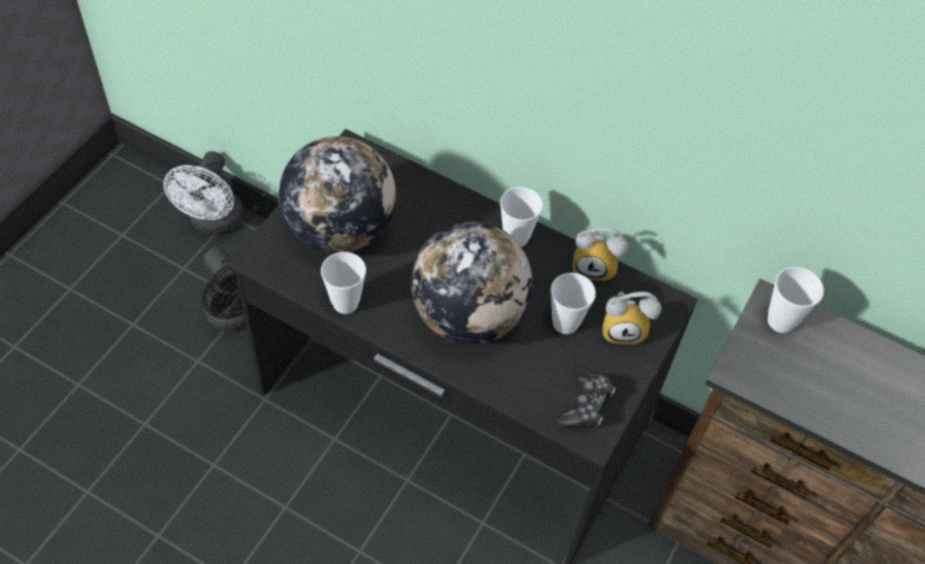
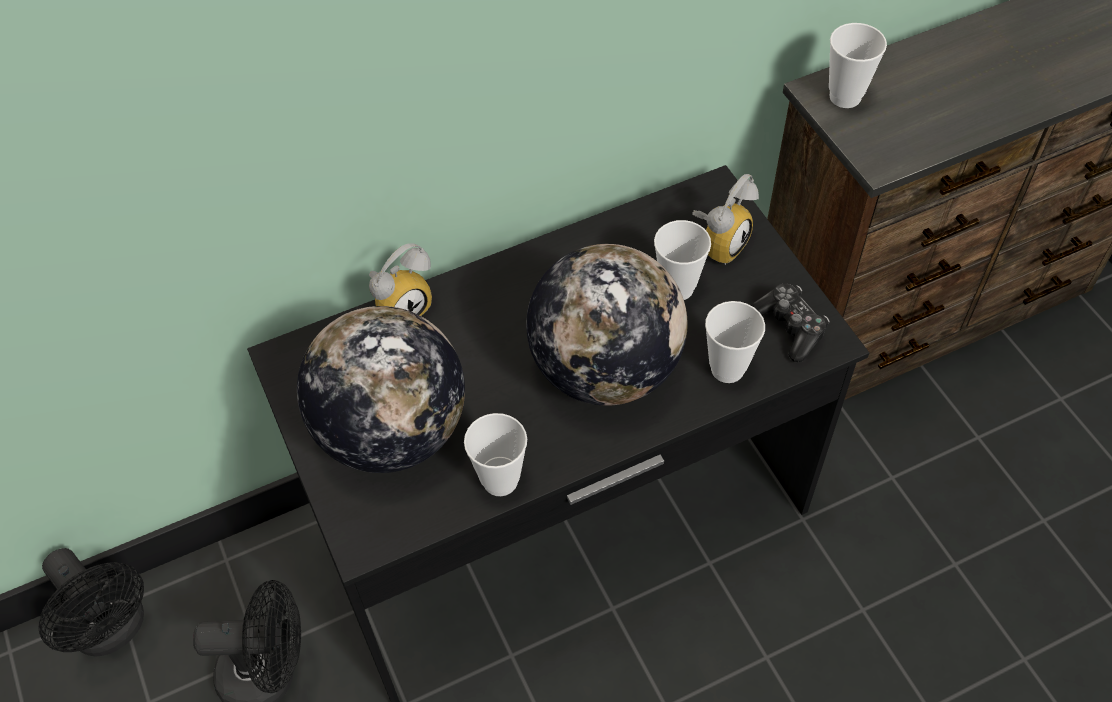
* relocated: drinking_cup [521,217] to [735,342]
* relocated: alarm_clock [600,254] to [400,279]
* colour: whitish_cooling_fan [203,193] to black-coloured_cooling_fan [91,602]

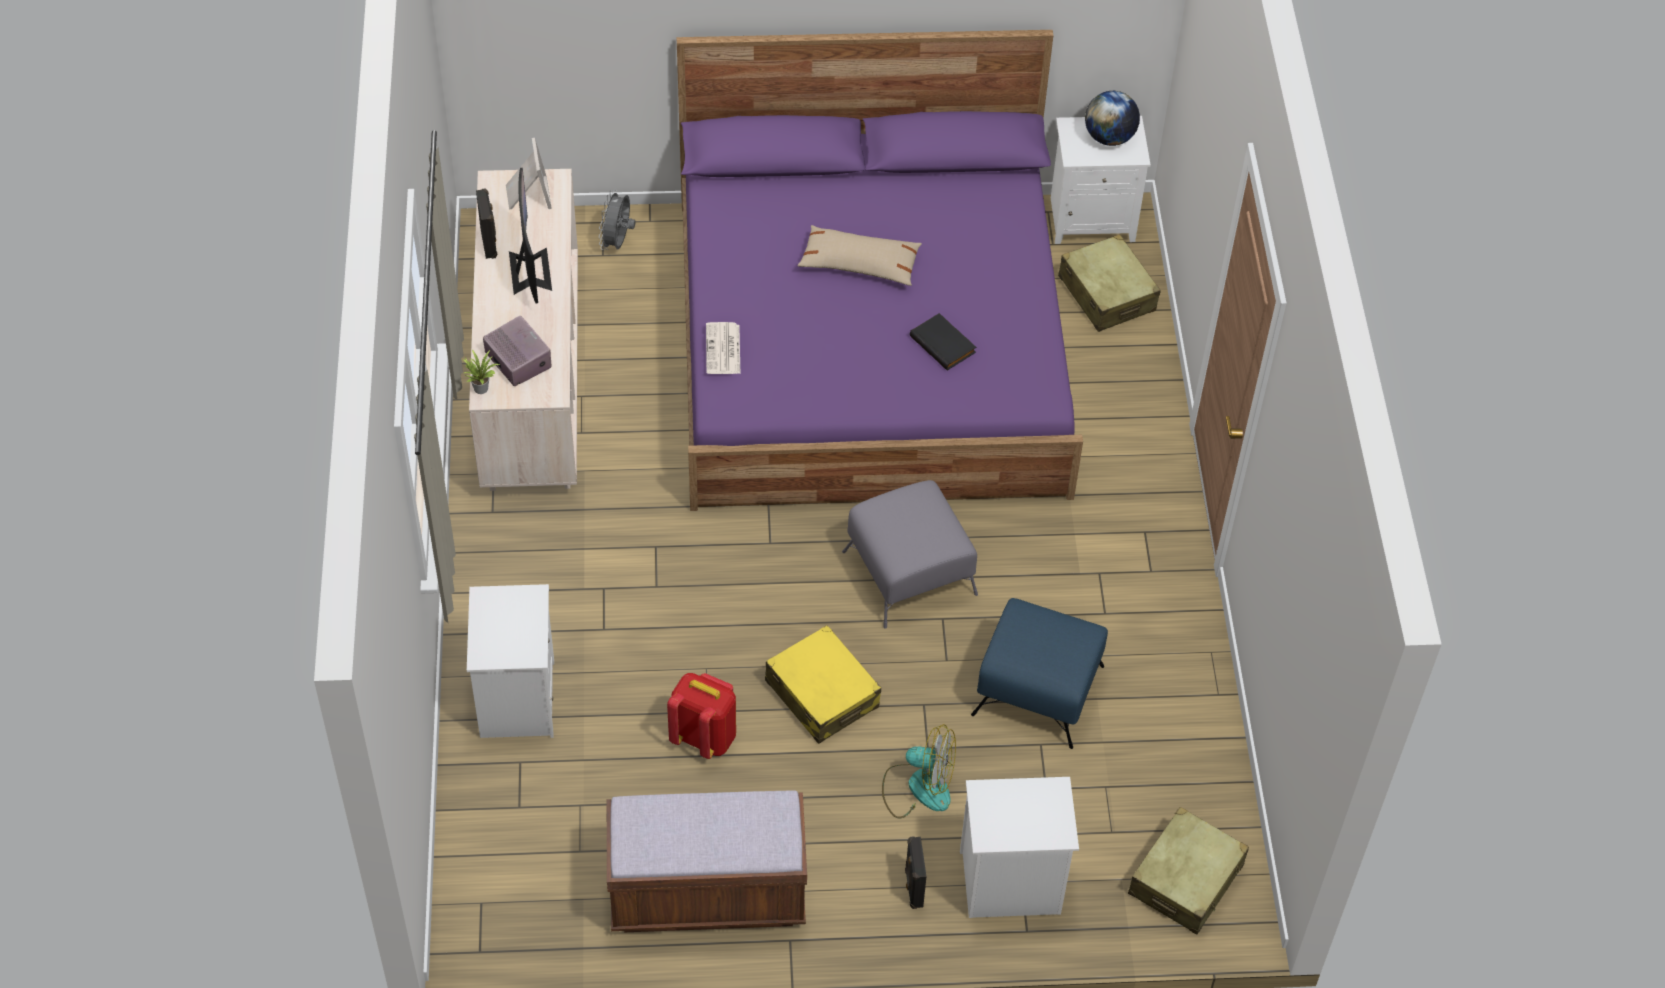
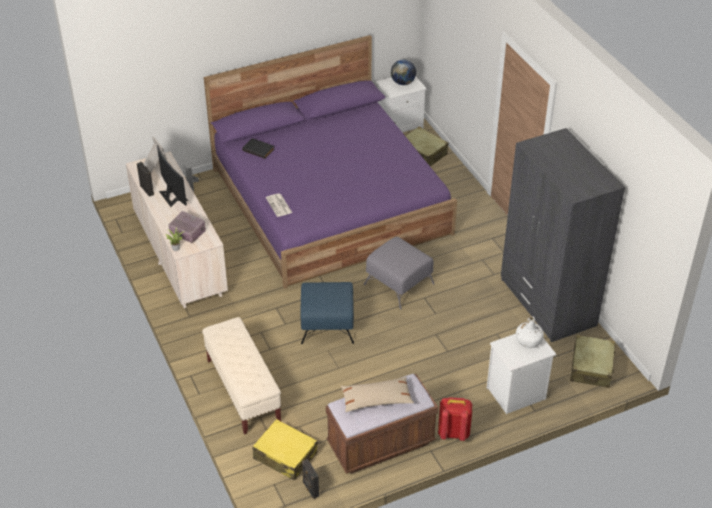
* missing: cooling_fan [919,771]
* appeared: grey_armoire [563,235]
* appeared: whitish_bottle [530,332]
* relocated: reddish_backpack [701,716] to [455,419]
* relocated: yellow-coloured_piece_of_luggage [823,684] to [285,450]
* relocated: sand-coloured_cushion [859,255] to [377,394]
* relocated: black-coloured_loudspeaker [916,872] to [310,479]
* relocated: black-coloured_bound_book [943,342] to [258,148]
* relocated: bluish_pouffe [1039,673] to [327,313]
* exchanged: whitish_night_table [510,661] to sand-coloured_bench [241,376]

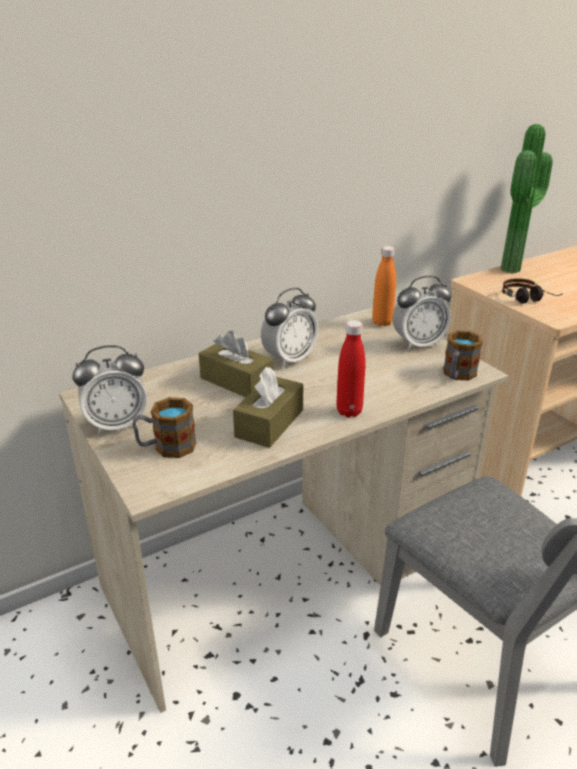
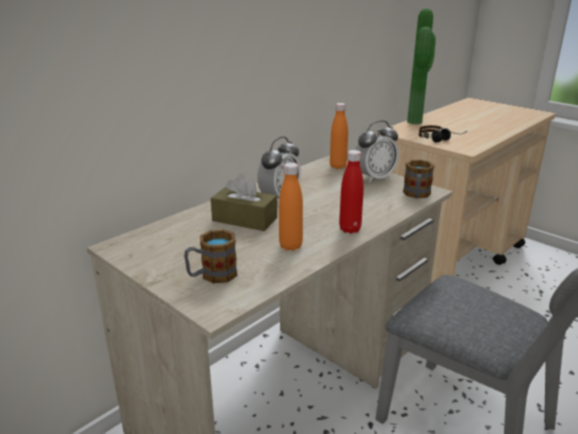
* missing: alarm_clock [109,390]
* exchanged: brownish_box_of_tissues [268,407] to orangey_bottle [291,207]

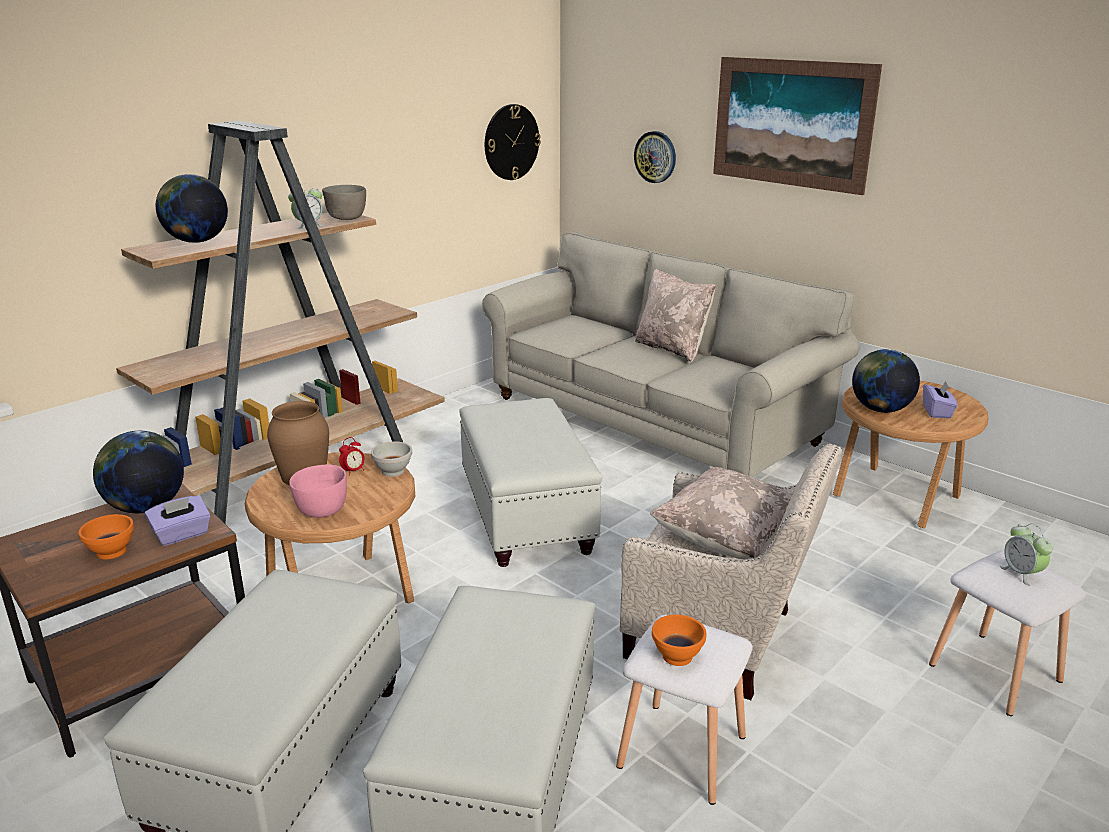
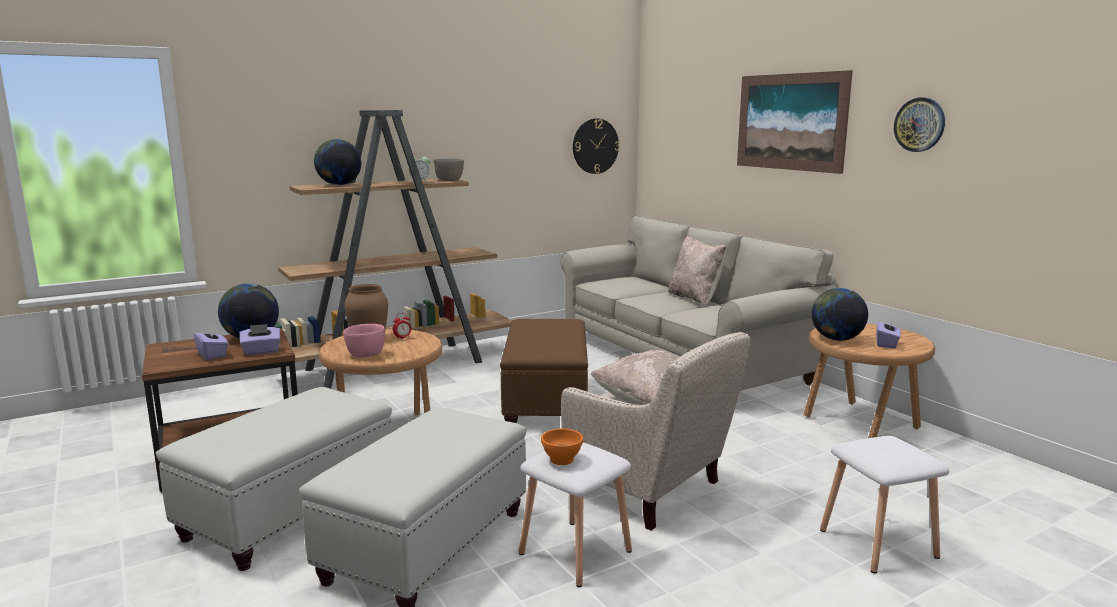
* missing: whitish_serving_bowl [391,459]
* missing: alarm_clock [1026,555]
* relocated: hanging_clock [655,157] to [919,125]
* exchanged: orangey_serving_bowl [106,536] to purple-coloured_box_of_tissues [210,342]
* colour: whitish_pouffe [530,482] to brownish_pouffe [544,371]

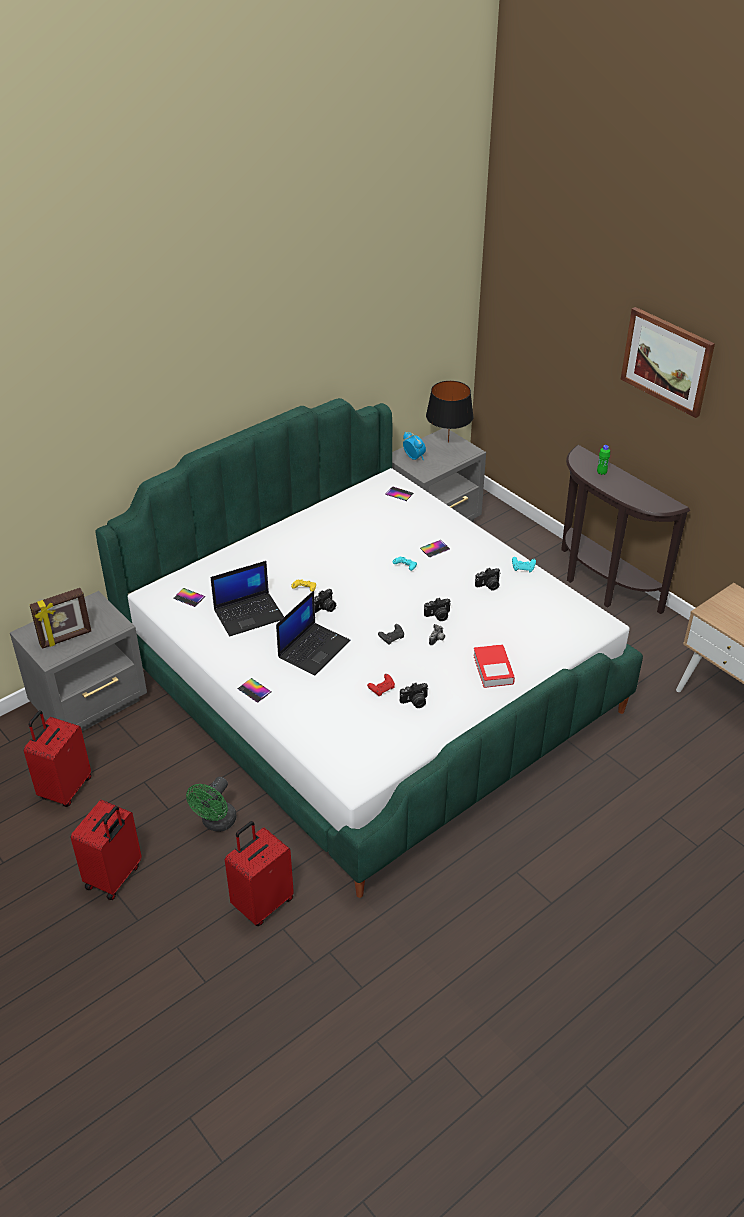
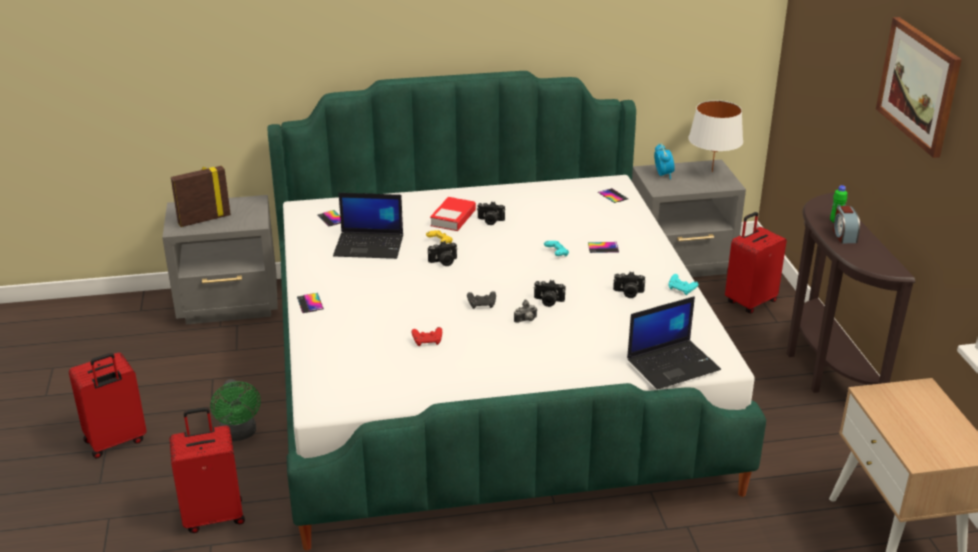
* appeared: alarm_clock [846,225]
* relocated: reddish_piece_of_luggage [57,759] to [756,263]
* relocated: laptop [313,633] to [674,343]
* relocated: photo_camera [414,695] to [491,213]
* relocated: bound_book [494,666] to [453,214]
* colour: black-coloured_lamp_for_a_table [450,412] to whitish_lamp_for_a_table [715,136]
* spun: photo_frame [60,618] = [201,196] 150 degrees clockwise
* spun: green_cooling_fan [211,804] = [235,410] 75 degrees counterclockwise

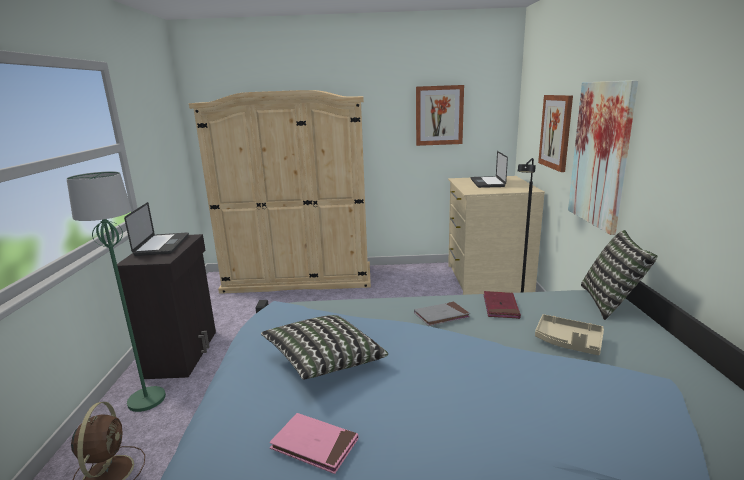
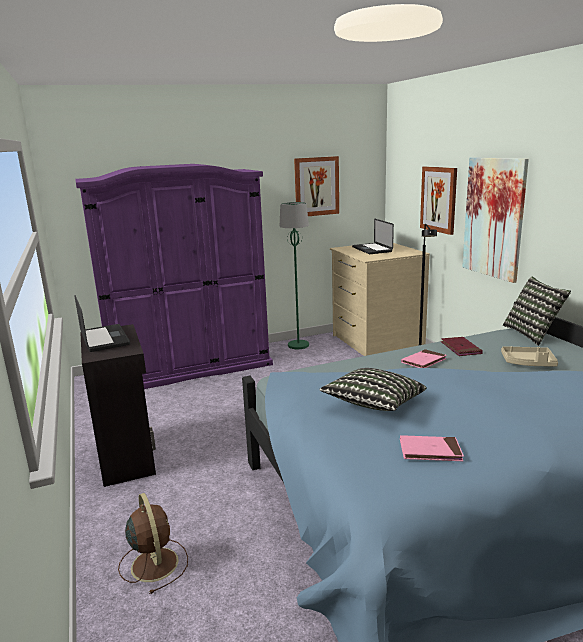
* relocated: green_standing_lamp [116,291] to [294,275]
* colour: sand-coloured_armoire [280,192] to purple-coloured_armoire [174,276]
* colour: grey_bound_book [442,313] to pink-coloured_bound_book [424,358]

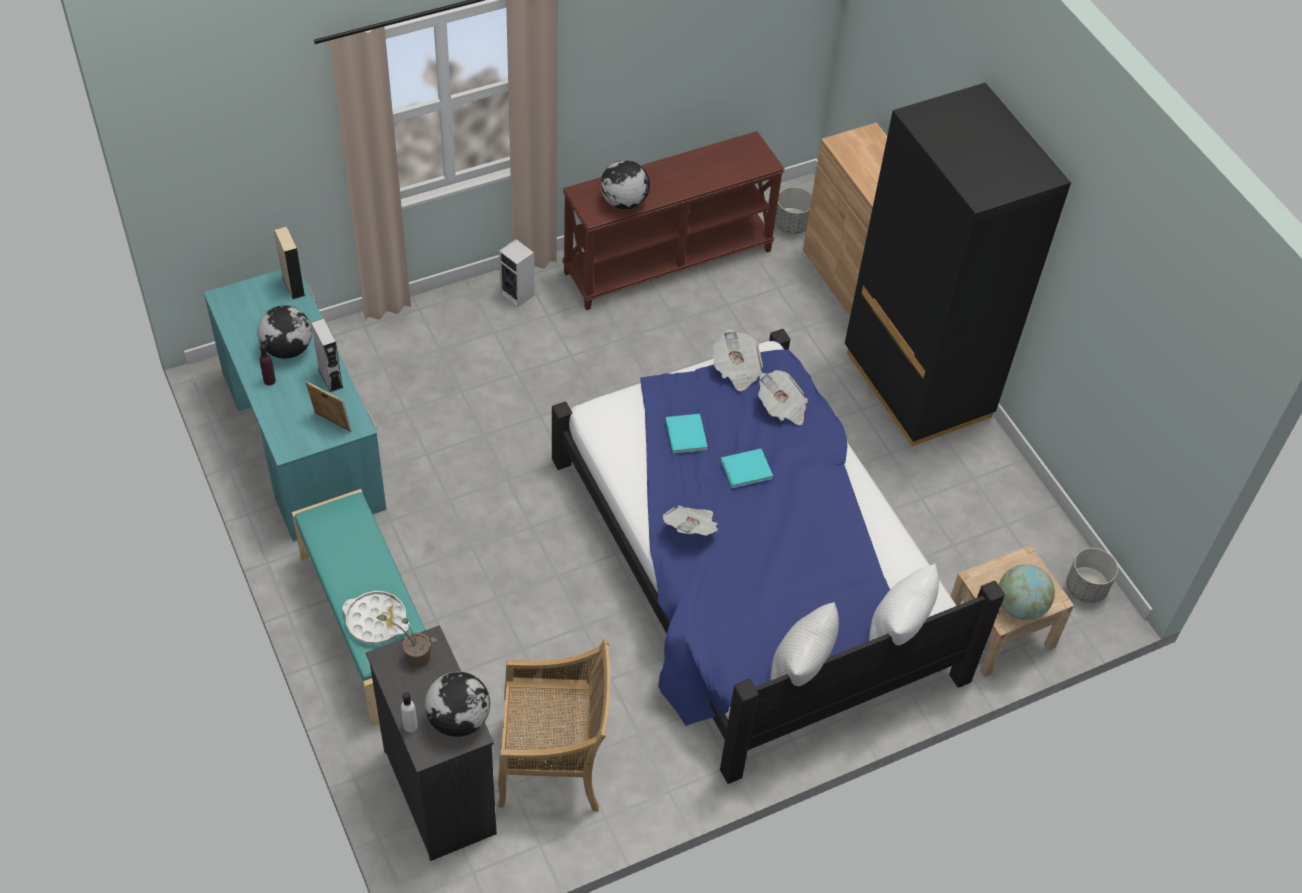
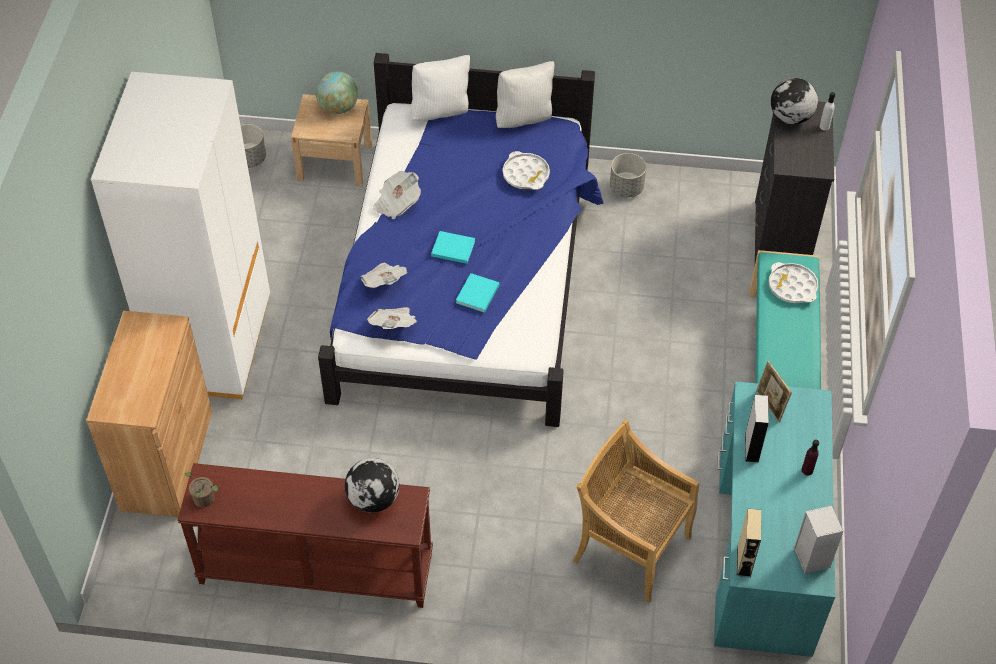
* missing: world_globe [284,332]
* appeared: whitish_serving_tray [526,170]
* relocated: houseplant [407,641] to [201,489]
* relocated: sand-coloured_plain_chair [554,724] to [636,511]
* relocated: loudspeaker [517,273] to [818,539]
* relocated: daily_paper [690,520] to [397,194]
* relocated: grey_flower_pot [793,210] to [628,175]
* colour: black-coloured_armoire [958,264] to whitish_armoire [180,236]

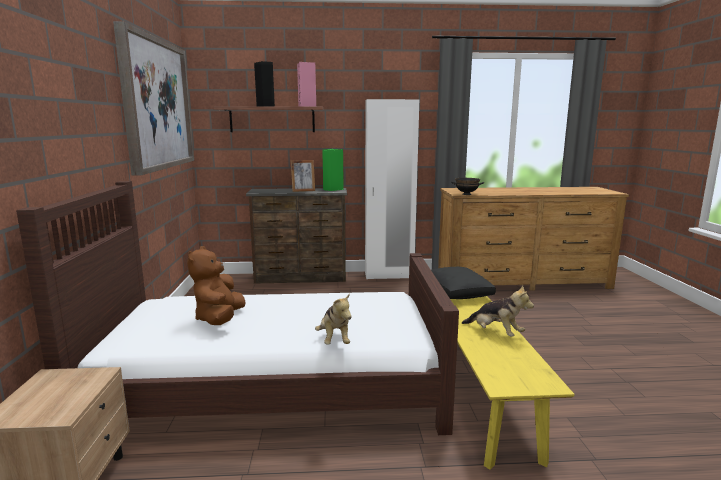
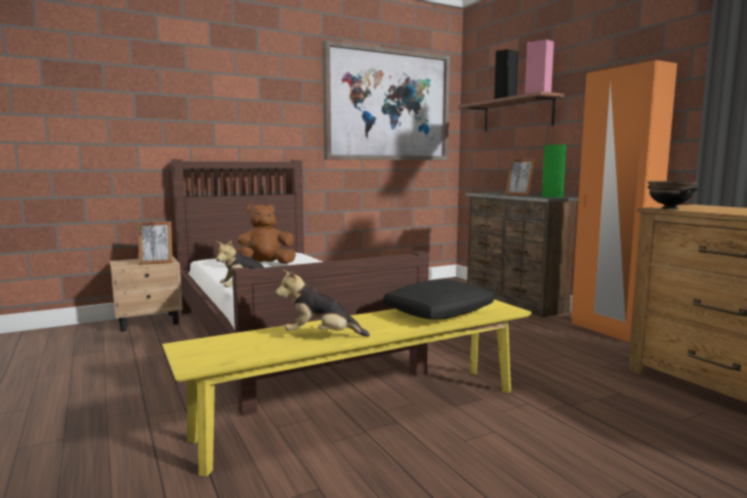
* appeared: photo_frame [155,243]
* colour: whitish_armoire [392,189] to orangey_armoire [624,201]
* spun: cuddly_toy [498,310] = [322,303] 75 degrees clockwise

